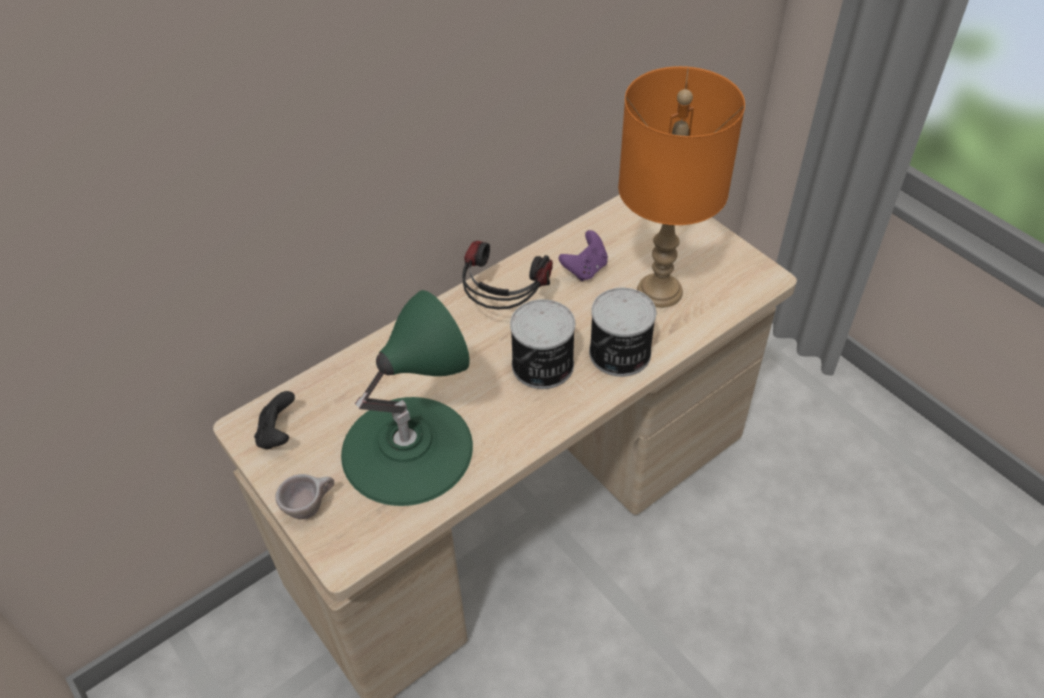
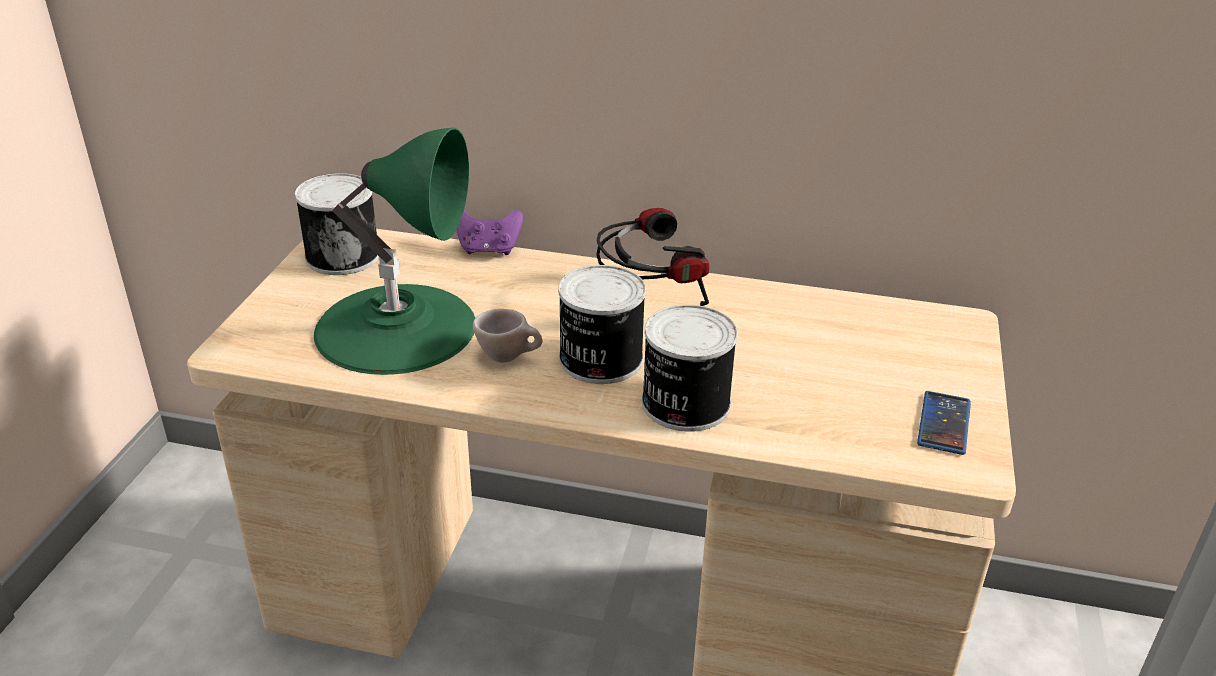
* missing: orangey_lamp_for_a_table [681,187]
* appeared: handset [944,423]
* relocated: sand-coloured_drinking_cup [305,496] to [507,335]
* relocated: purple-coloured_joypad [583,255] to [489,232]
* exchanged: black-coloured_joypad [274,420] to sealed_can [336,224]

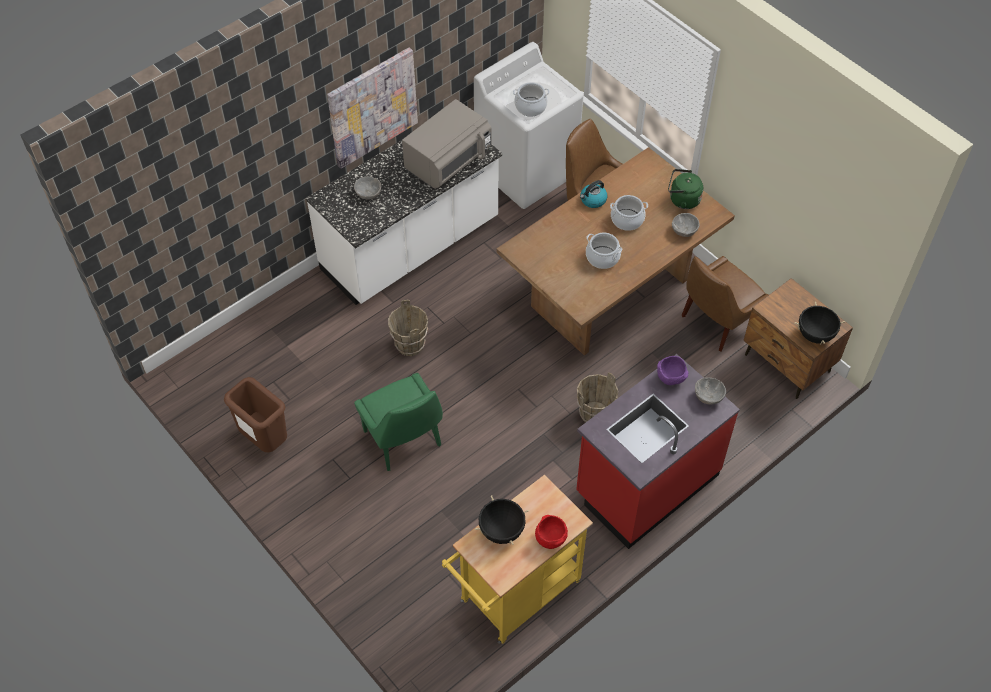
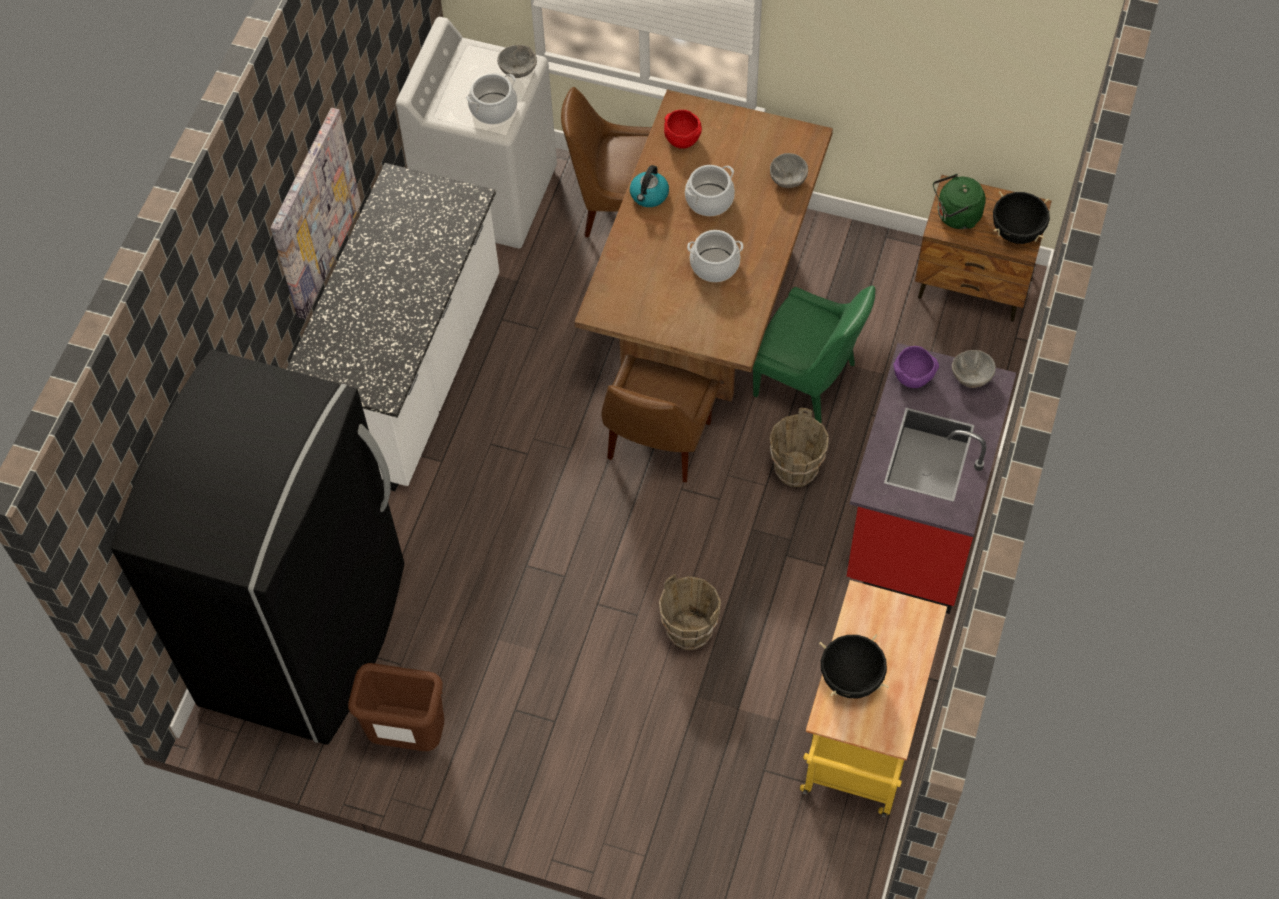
* missing: grey_microwave [447,144]
* appeared: black-coloured_fridge [257,547]
* relocated: grey_serving_bowl [367,188] to [517,61]
* relocated: green_plain_chair [398,422] to [814,354]
* relocated: brownish_pail [408,328] to [690,612]
* relocated: reddish_serving_bowl [551,532] to [683,129]
* relocated: green_tea_kettle [685,189] to [959,201]
* relocated: brownish_plain_chair [725,303] to [660,418]

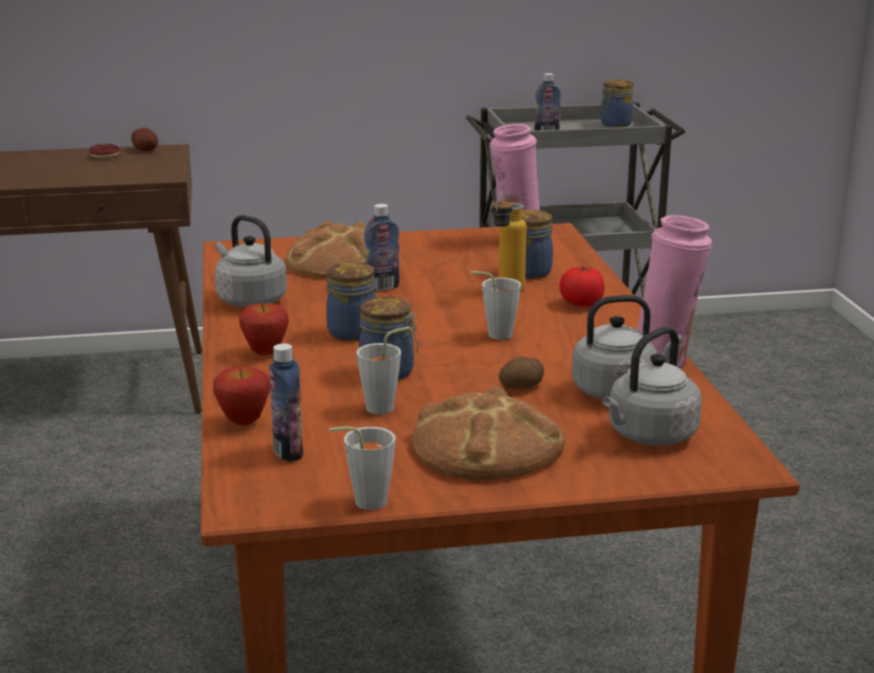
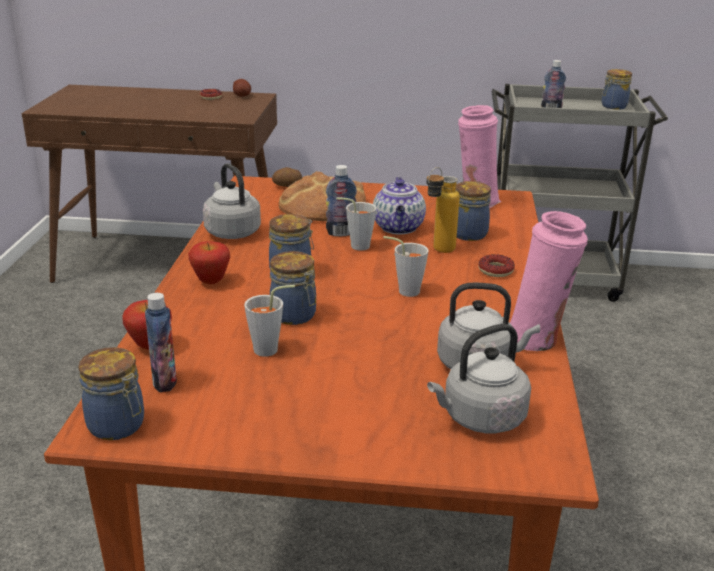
* missing: bread [488,432]
* appeared: jar [111,393]
* appeared: teapot [399,205]
* relocated: grey_drinking_cup [362,468] to [356,224]
* relocated: whole_potato [521,372] to [287,177]
* exchanged: whole_tomato [582,286] to donut [496,265]

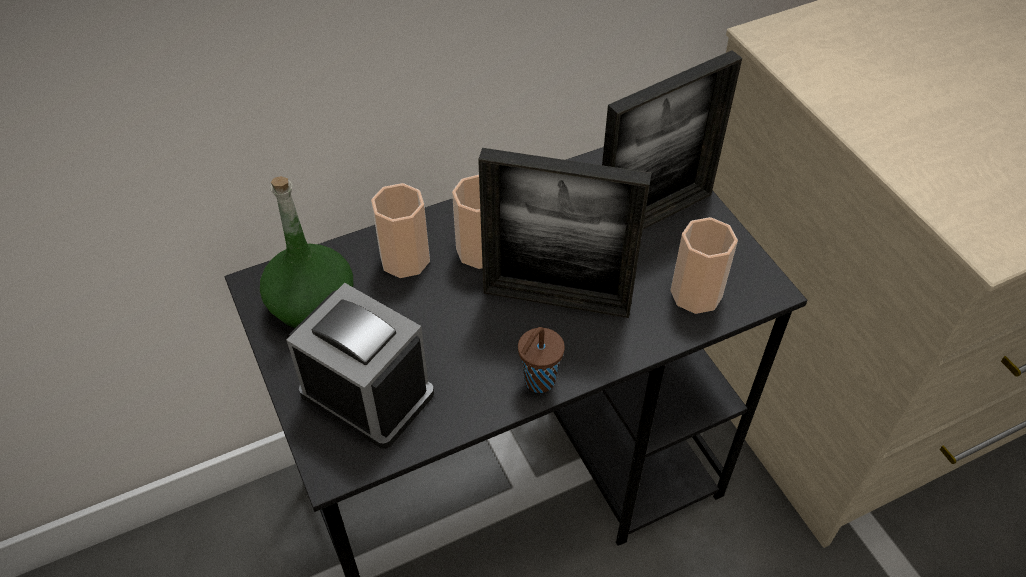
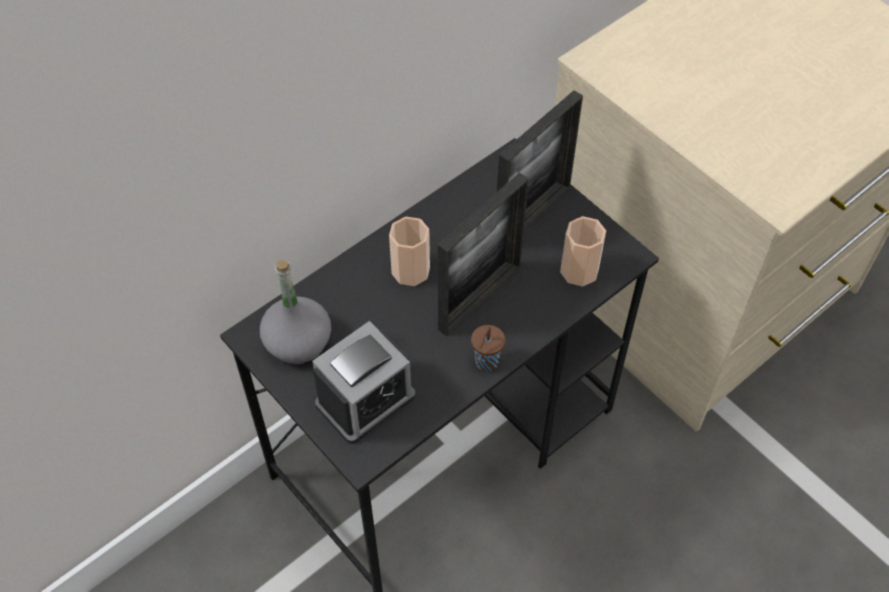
* missing: drinking_cup [400,230]
* colour: green_bottle [306,252] to grey_bottle [295,312]
* spun: alarm_clock [360,366] = [363,382] 120 degrees clockwise
* spun: photo_frame [564,233] = [483,254] 45 degrees counterclockwise

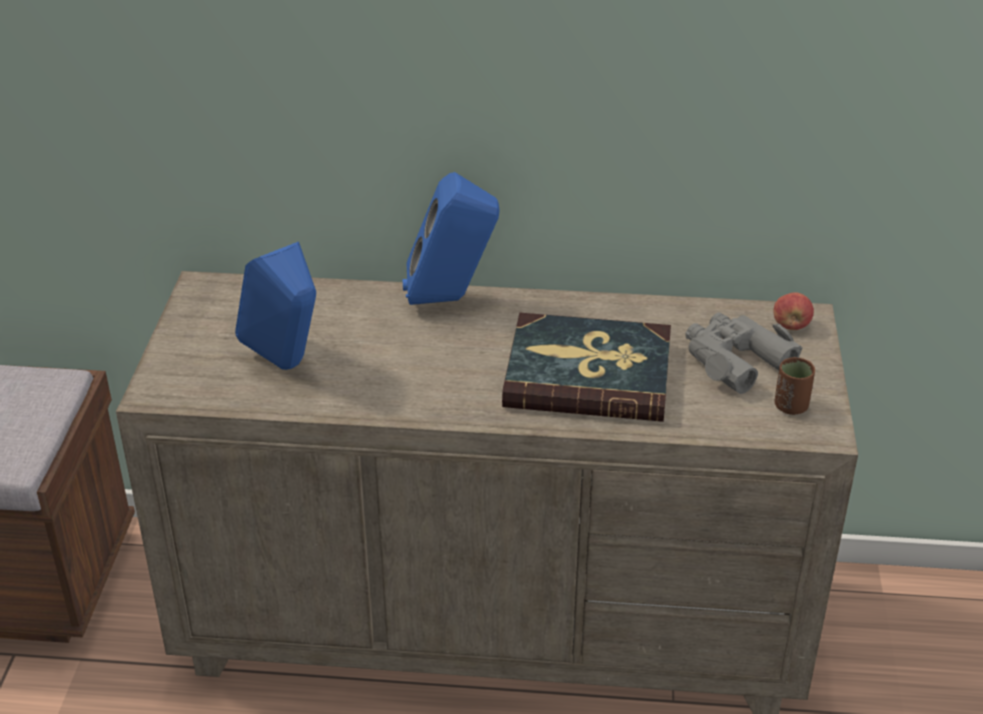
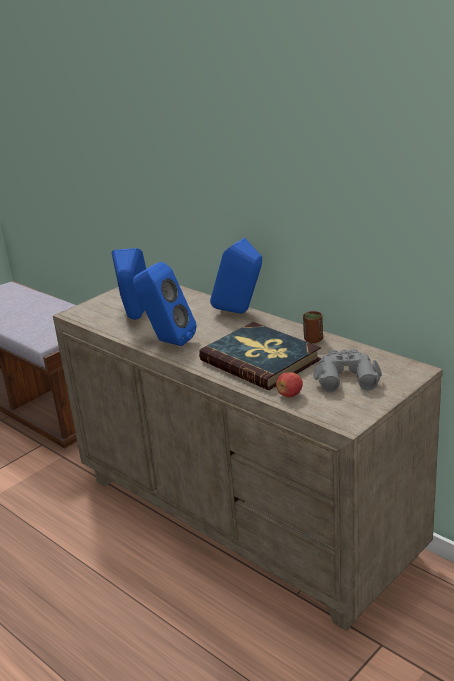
* appeared: bluish_loudspeaker [165,304]
* relocated: whole_apple [794,311] to [289,384]
* relocated: brownish_drinking_cup [795,386] to [313,327]

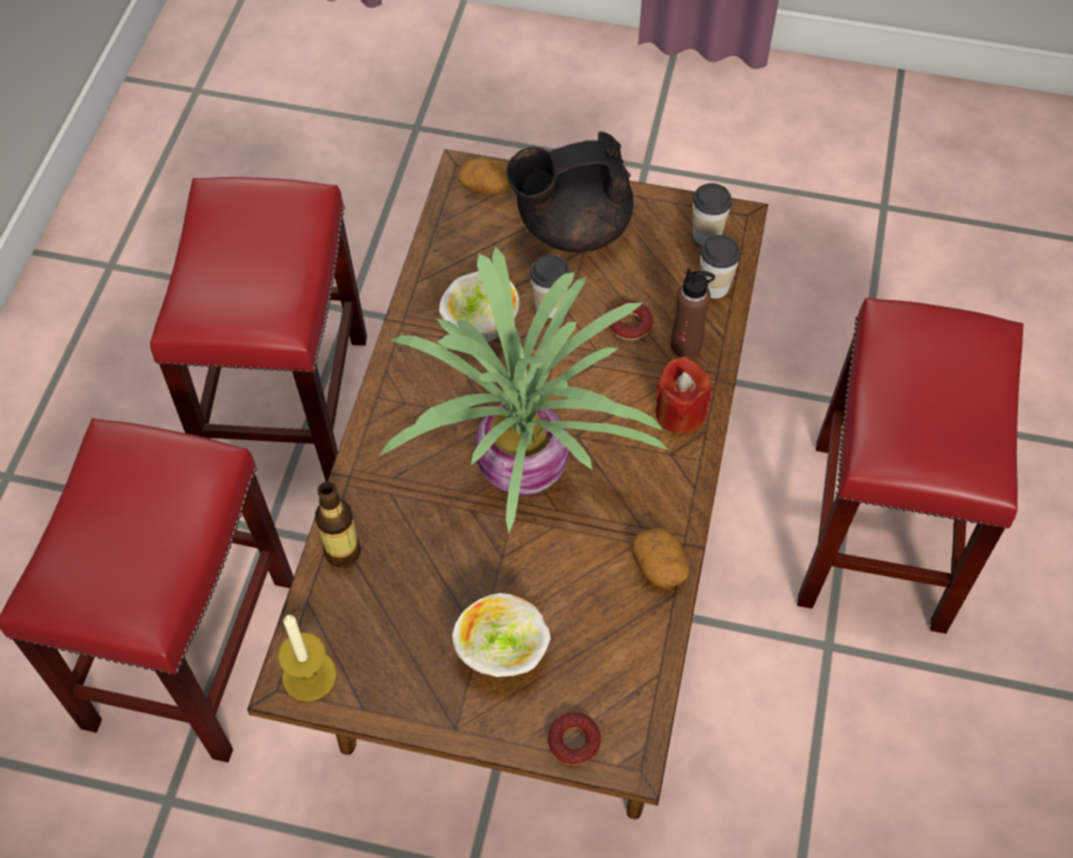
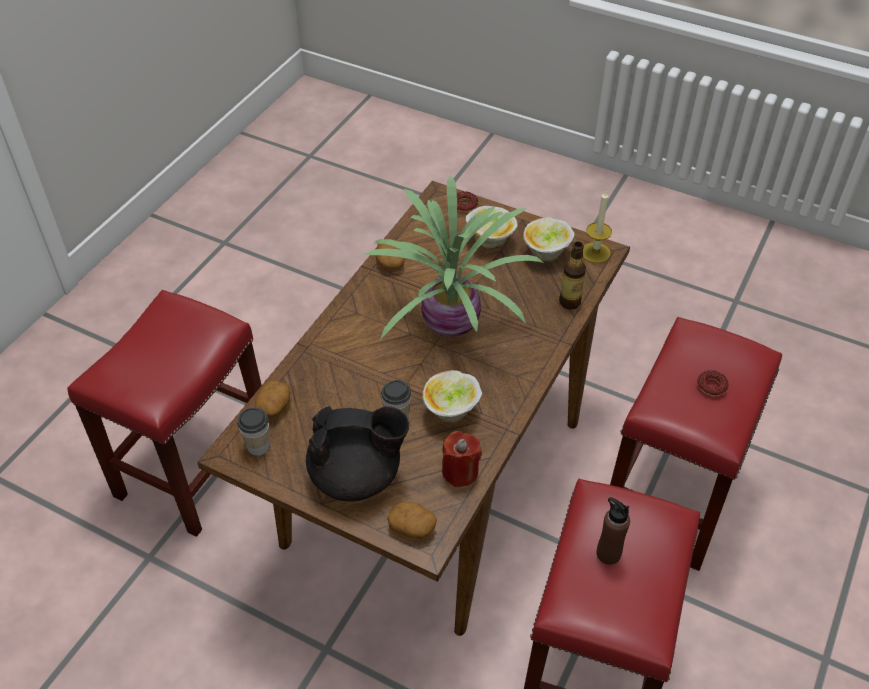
* appeared: serving_bowl [549,239]
* relocated: donut [631,320] to [712,383]
* relocated: reddish_candle [683,395] to [462,459]
* relocated: brownish_bottle [692,313] to [613,531]
* exchanged: drinking_cup [720,267] to whole_potato [272,399]

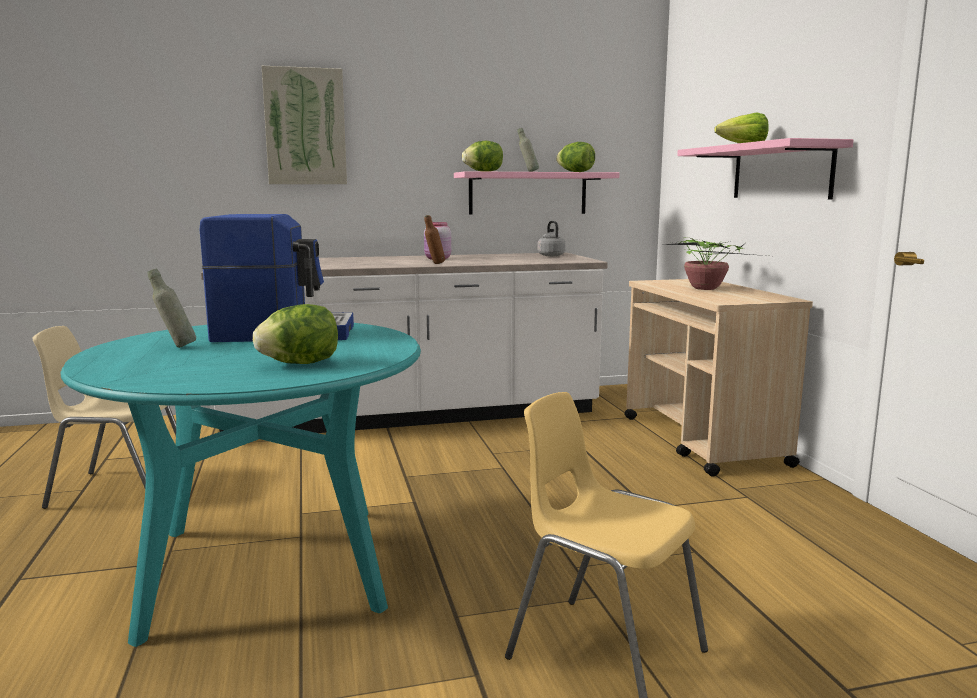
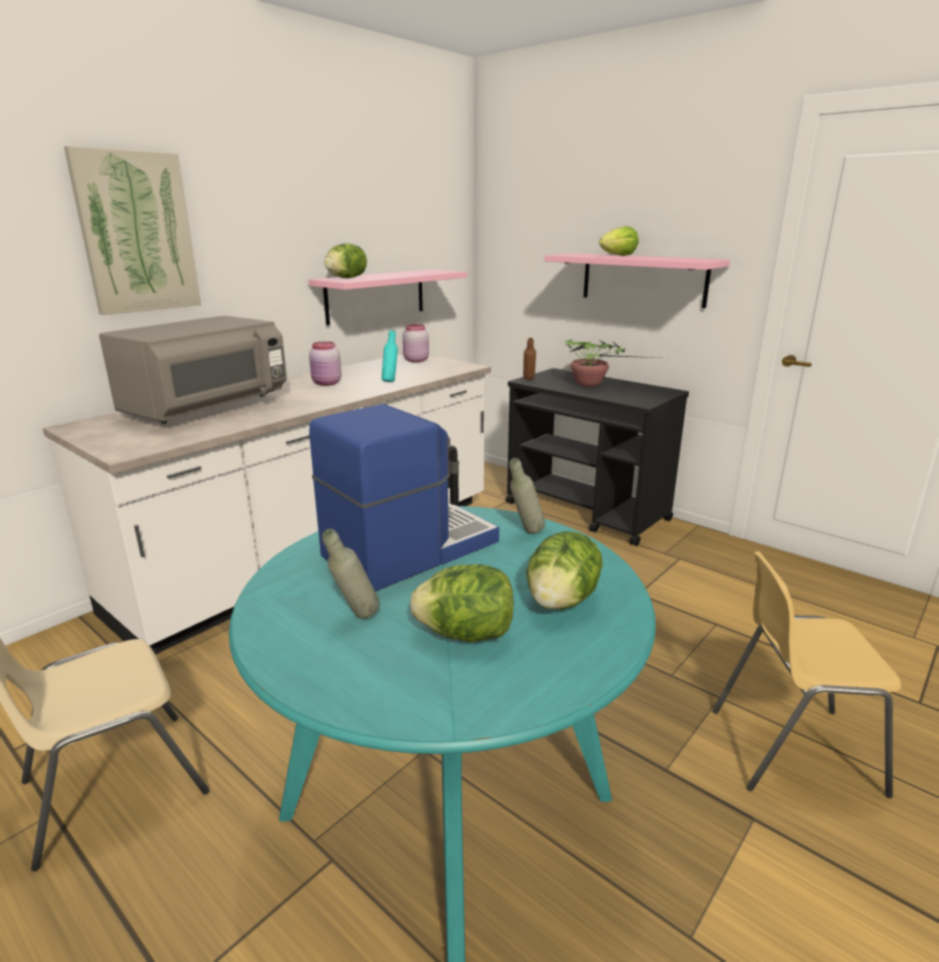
* appeared: grey_microwave [193,370]
* appeared: blue-green_bottle [390,356]
* relocated: brownish_bottle [434,239] to [529,359]
* relocated: grey_bottle [528,150] to [527,496]
* relocated: head_of_lettuce [575,157] to [462,603]
* exchanged: grey_tea_kettle [551,238] to pink-coloured_jar [416,343]
* colour: sand-coloured_wheeled_cart [718,378] to black-coloured_wheeled_cart [597,457]

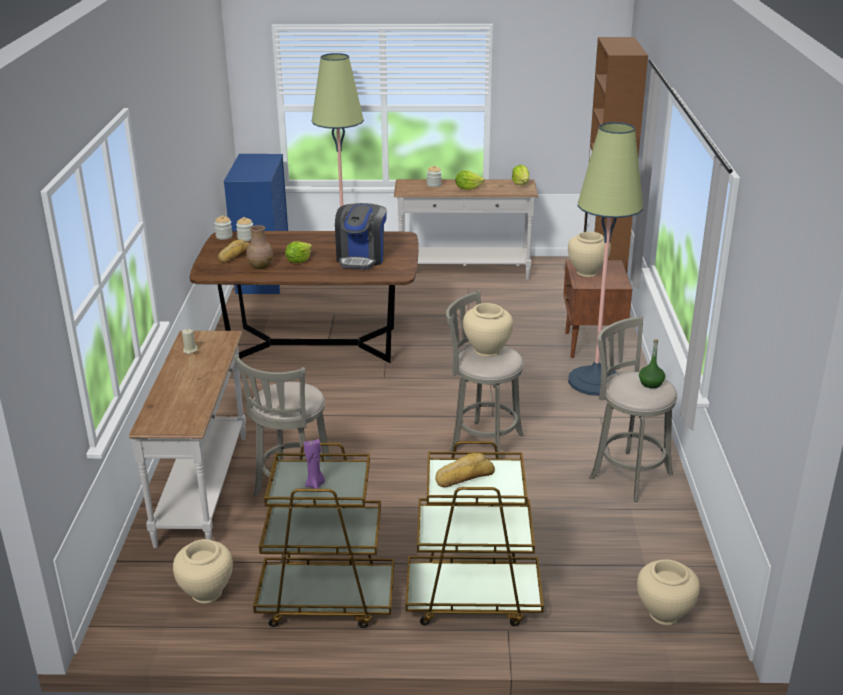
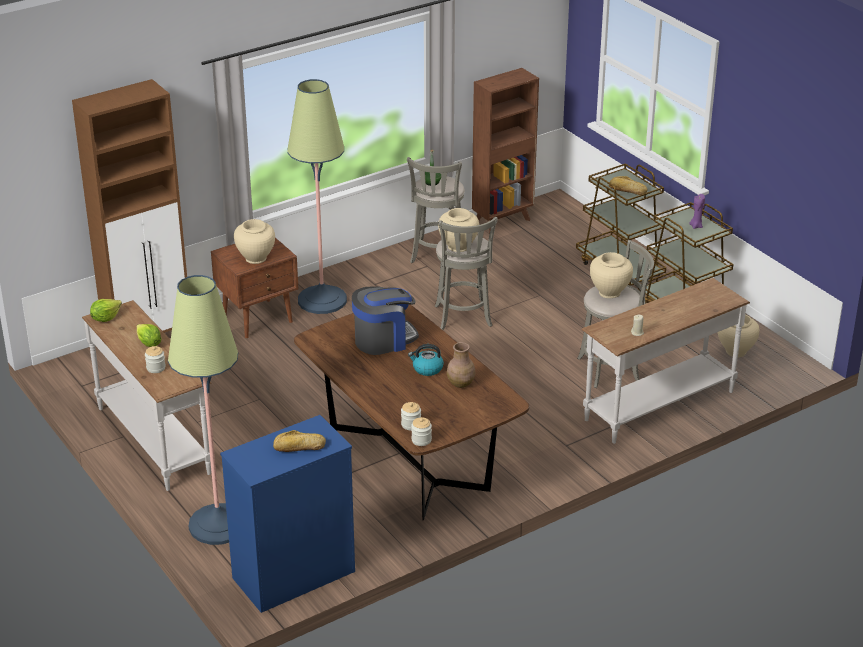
* appeared: brownish_shelving_unit [505,150]
* relocated: bread [234,251] to [299,441]
* relocated: sand-coloured_flower_vase [668,592] to [611,275]
* exchanged: head_of_lettuce [298,252] to tea_kettle [426,360]

